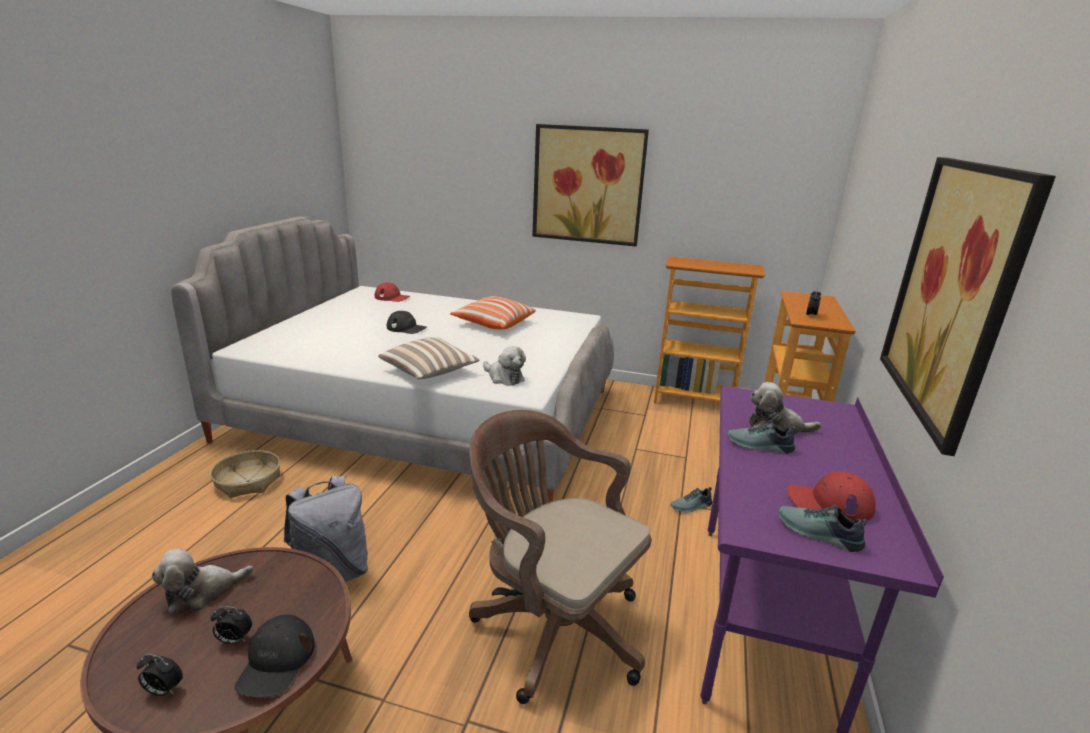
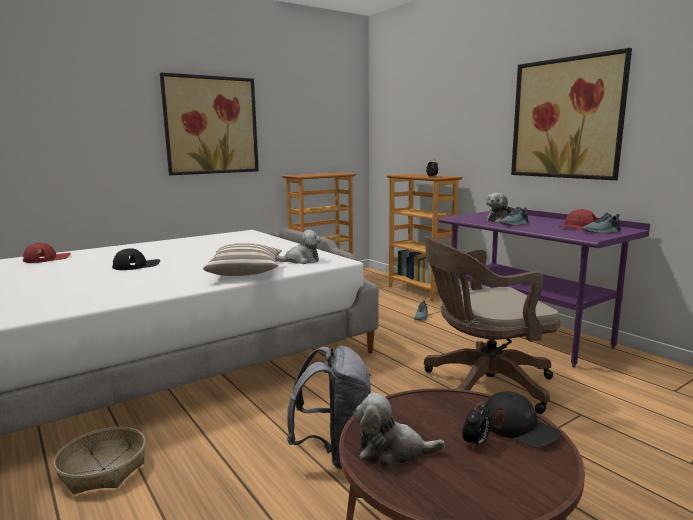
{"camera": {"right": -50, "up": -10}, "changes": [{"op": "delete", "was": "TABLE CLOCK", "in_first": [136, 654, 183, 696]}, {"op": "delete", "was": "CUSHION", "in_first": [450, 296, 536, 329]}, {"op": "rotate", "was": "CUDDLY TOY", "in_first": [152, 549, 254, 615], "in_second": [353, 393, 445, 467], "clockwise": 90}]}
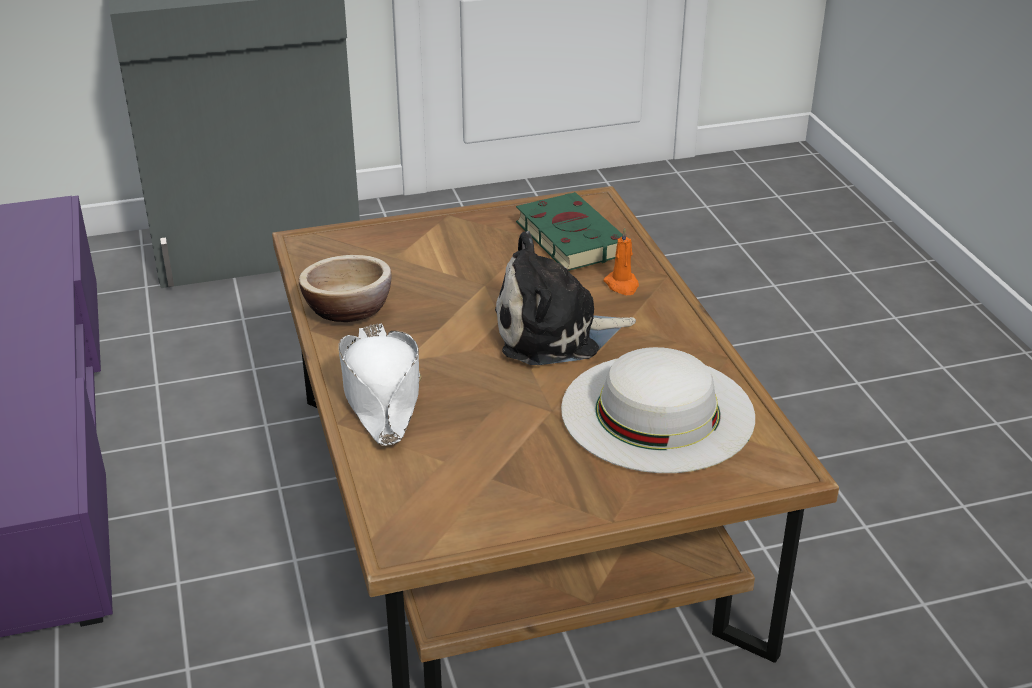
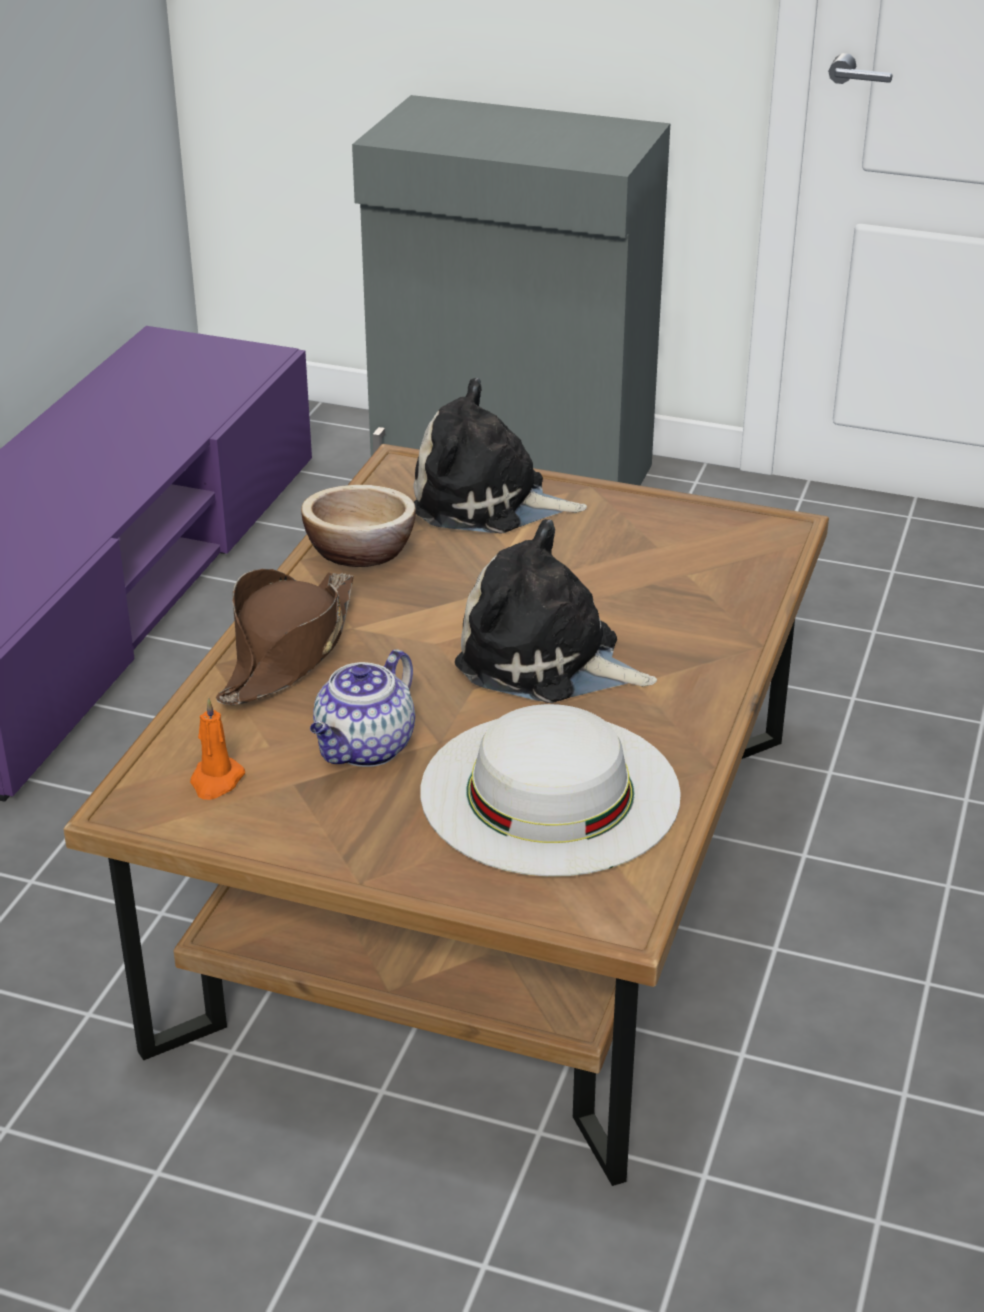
{"camera": {"right": 35, "up": 0}, "changes": [{"op": "delete", "was": "GREEN-COLOURED BOUND BOOK", "in_first": [516, 192, 622, 271]}, {"op": "insert", "now": "POT FOR TEA", "in_second": [310, 649, 415, 767]}, {"op": "insert", "now": "CUDDLY TOY", "in_second": [413, 378, 587, 534]}, {"op": "move", "was": "ORANGE-COLOURED WAX LIGHT", "in_first": [603, 227, 639, 295], "in_second": [190, 698, 245, 800]}, {"op": "recolor", "was": "WHITISH HAT", "now": "BROWN-COLOURED HAT", "in_first": [338, 323, 421, 446], "in_second": [216, 569, 353, 705]}]}
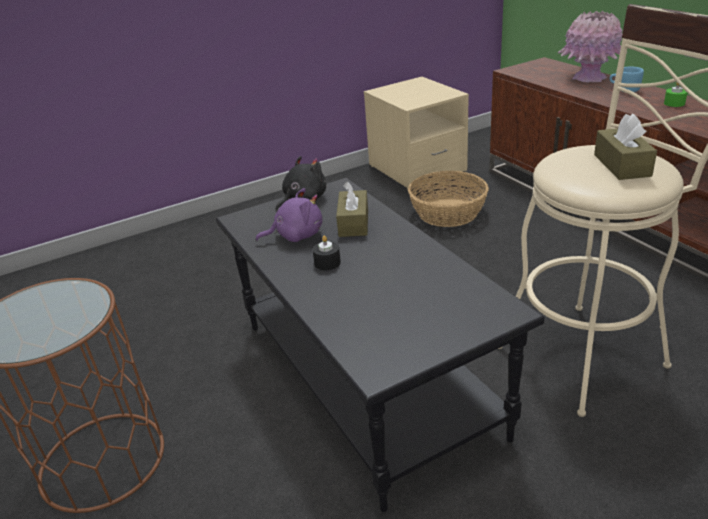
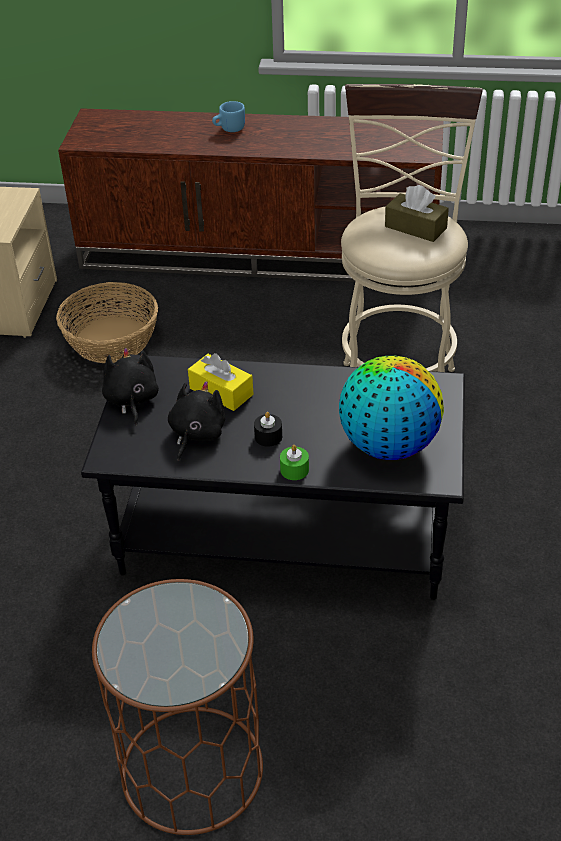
{"camera": {"right": -55, "up": 10}, "changes": [{"op": "delete", "was": "PINKISH FLOWER VASE", "in_first": [558, 10, 623, 83]}, {"op": "insert", "now": "WORLD GLOBE", "in_second": [339, 356, 444, 460]}, {"op": "move", "was": "GREEN-COLOURED WAX LIGHT", "in_first": [664, 83, 687, 107], "in_second": [280, 445, 309, 480]}, {"op": "recolor", "was": "PURPLE-COLOURED CUDDLY TOY", "now": "BLACK CUDDLY TOY", "in_first": [256, 188, 322, 242], "in_second": [168, 381, 226, 461]}, {"op": "recolor", "was": "BROWN-COLOURED TISSUE HOLDER", "now": "YELLOWISH TISSUE HOLDER", "in_first": [336, 182, 368, 237], "in_second": [188, 353, 254, 411]}]}
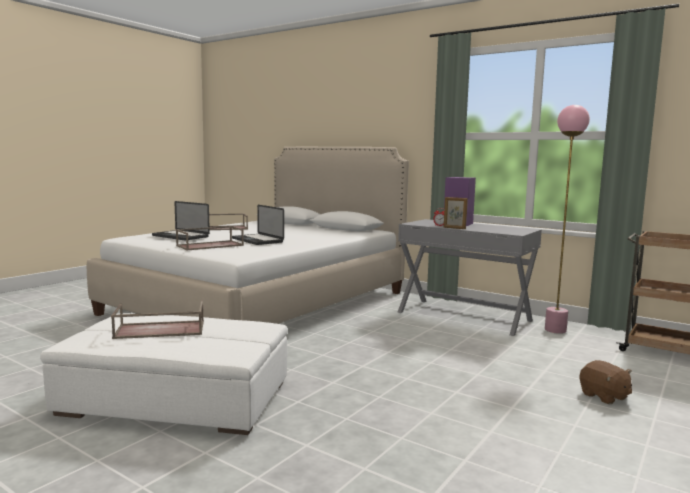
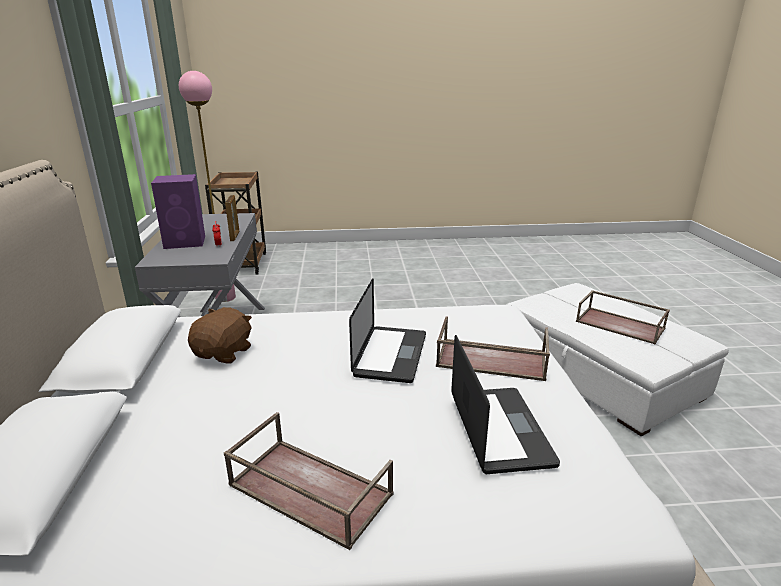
{"camera": {"right": -130, "up": 15}, "changes": [{"op": "move", "was": "BROWN-COLOURED CUDDLY TOY", "in_first": [580, 360, 632, 404], "in_second": [188, 307, 252, 364]}]}
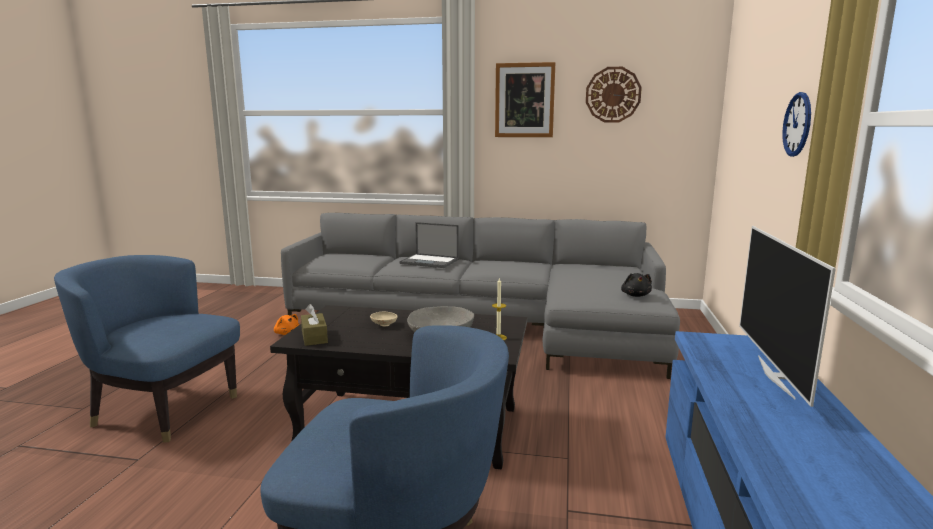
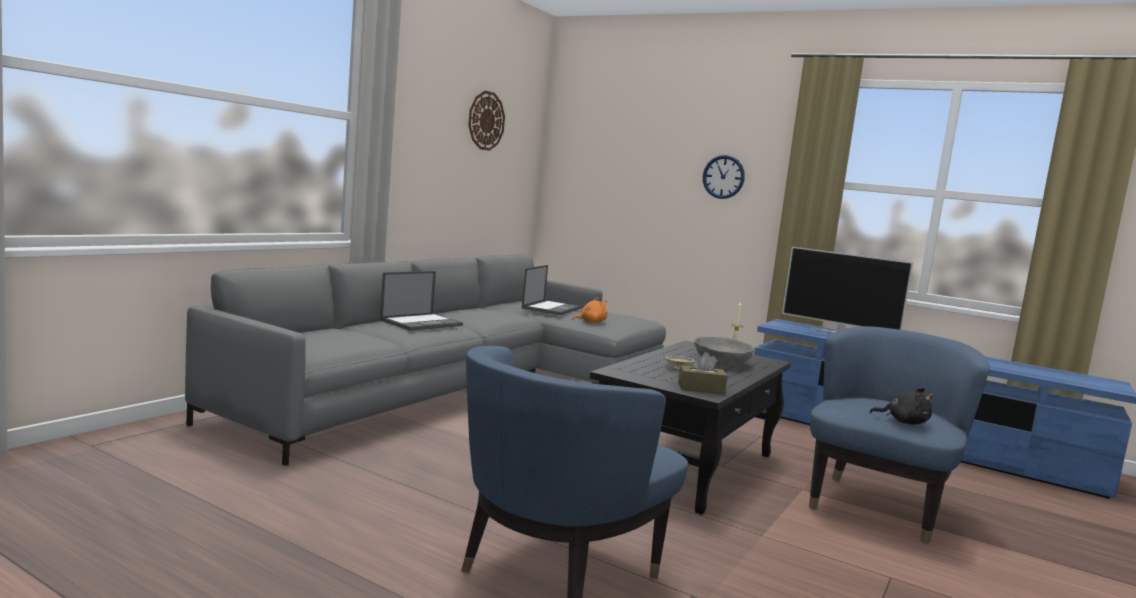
{"camera": {"right": -70, "up": -5}, "changes": [{"op": "delete", "was": "PICTURE", "in_first": [495, 62, 555, 137]}, {"op": "insert", "now": "NOTEBOOK COMPUTER", "in_second": [522, 265, 581, 315]}, {"op": "move", "was": "ORANGE-COLOURED CUDDLY TOY", "in_first": [274, 314, 299, 335], "in_second": [572, 298, 607, 323]}, {"op": "move", "was": "BLACK CUDDLY TOY", "in_first": [621, 273, 652, 297], "in_second": [869, 388, 934, 425]}]}
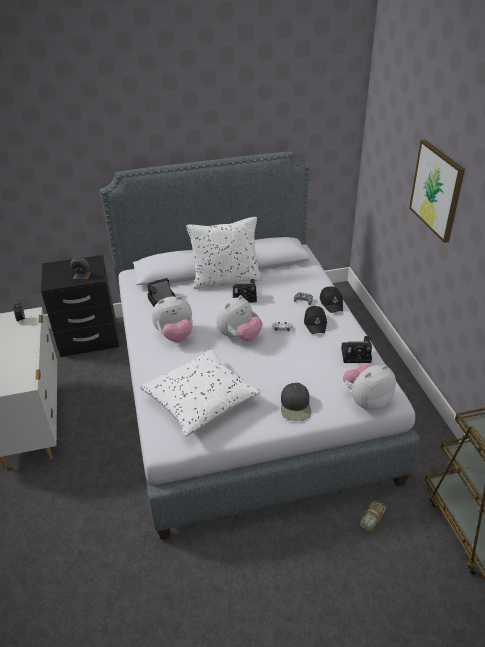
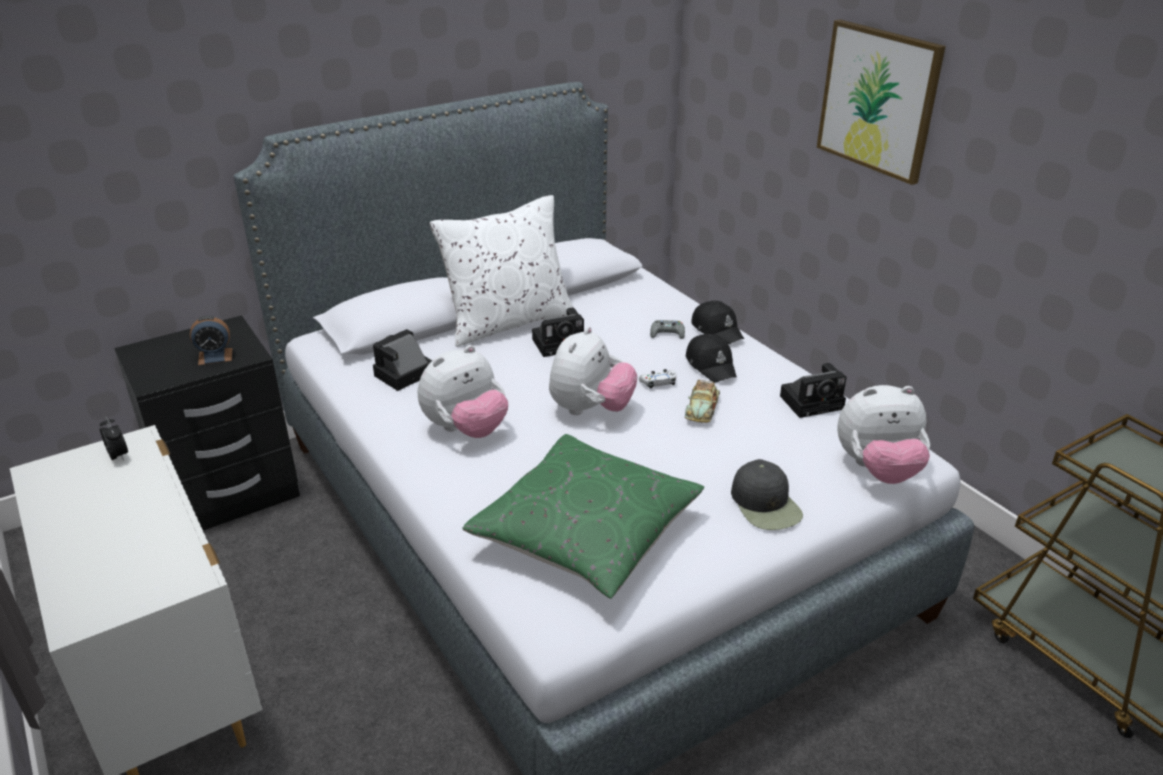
{"camera": {"right": -20, "up": -5}, "changes": [{"op": "move", "was": "MINIATURE CAR", "in_first": [360, 501, 387, 531], "in_second": [685, 380, 720, 422]}, {"op": "recolor", "was": "WHITISH CUSHION", "now": "GREEN-COLOURED CUSHION", "in_first": [140, 349, 261, 436], "in_second": [462, 434, 704, 599]}, {"op": "rotate", "was": "CUDDLY TOY", "in_first": [343, 363, 396, 410], "in_second": [837, 385, 930, 484], "clockwise": -135}]}
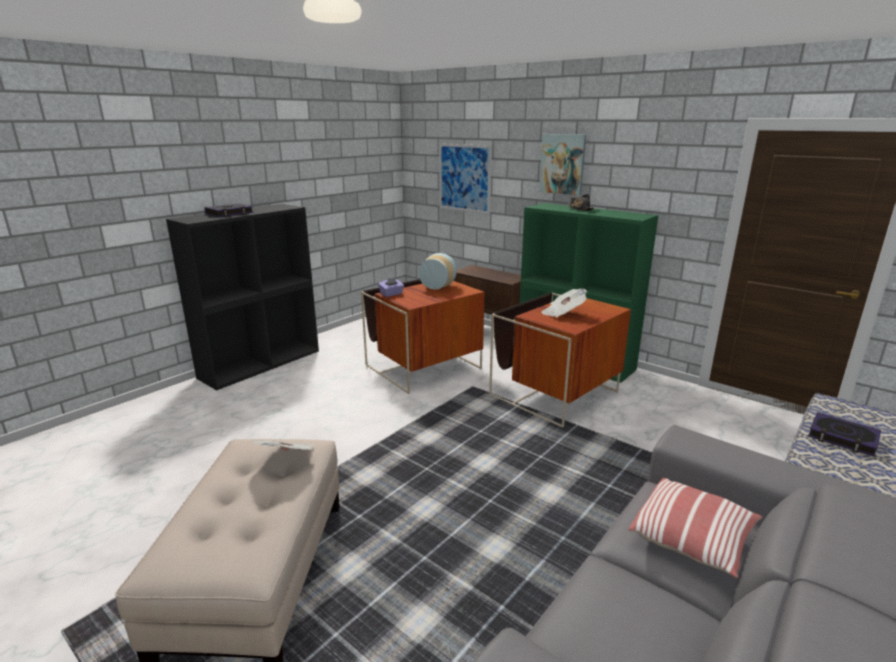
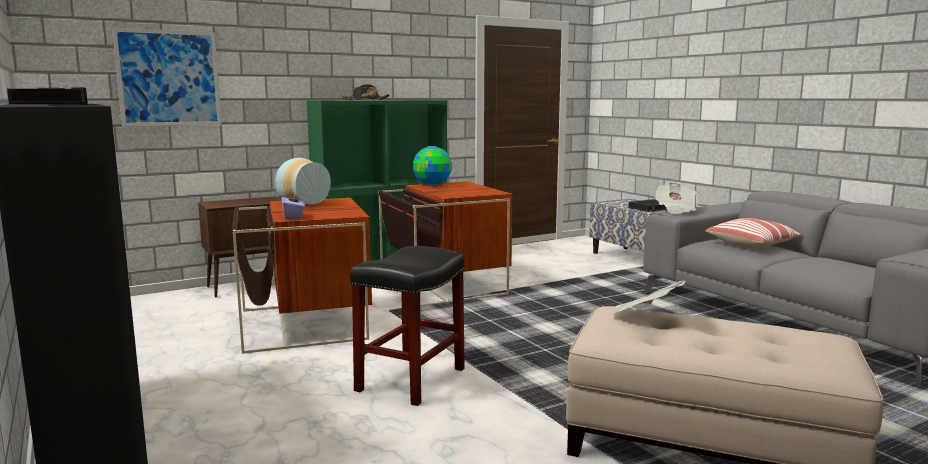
{"camera": {"right": -70, "up": -10}, "changes": [{"op": "delete", "was": "PICTURE", "in_first": [539, 134, 586, 196]}, {"op": "insert", "now": "BLACK STOOL SEAT", "in_second": [350, 246, 465, 406]}, {"op": "insert", "now": "WORLD GLOBE", "in_second": [413, 146, 452, 186]}, {"op": "move", "was": "DAILY PAPER", "in_first": [541, 289, 587, 318], "in_second": [654, 182, 698, 214]}]}
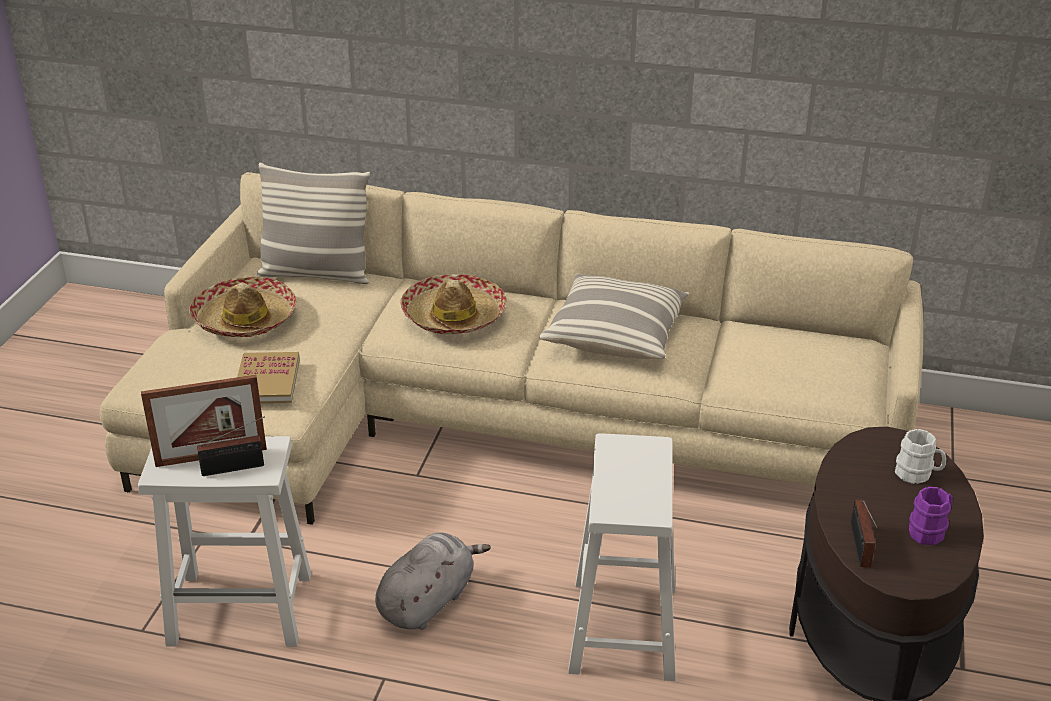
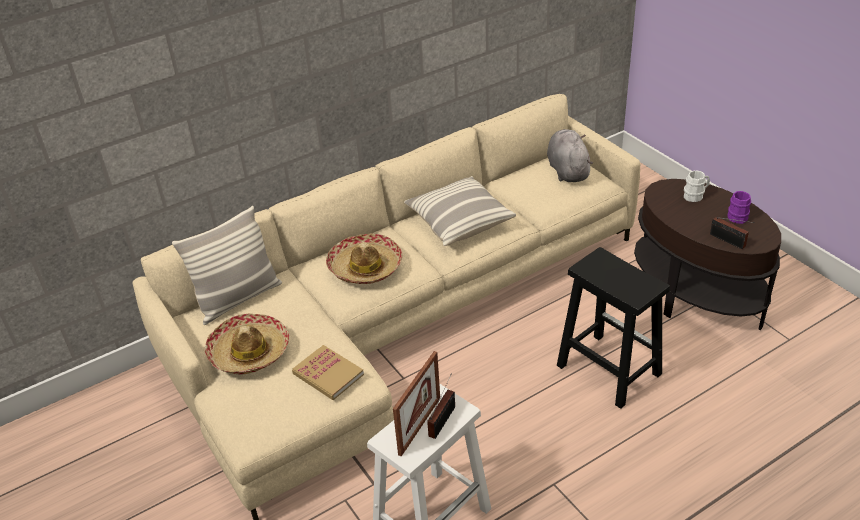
{"camera": {"right": -45, "up": 5}, "changes": [{"op": "move", "was": "GRAY CUDDLY TOY", "in_first": [375, 532, 491, 630], "in_second": [547, 129, 593, 182]}, {"op": "recolor", "was": "WHITISH STOOL SEAT", "now": "BLACK STOOL SEAT", "in_first": [568, 433, 676, 681], "in_second": [557, 247, 670, 409]}]}
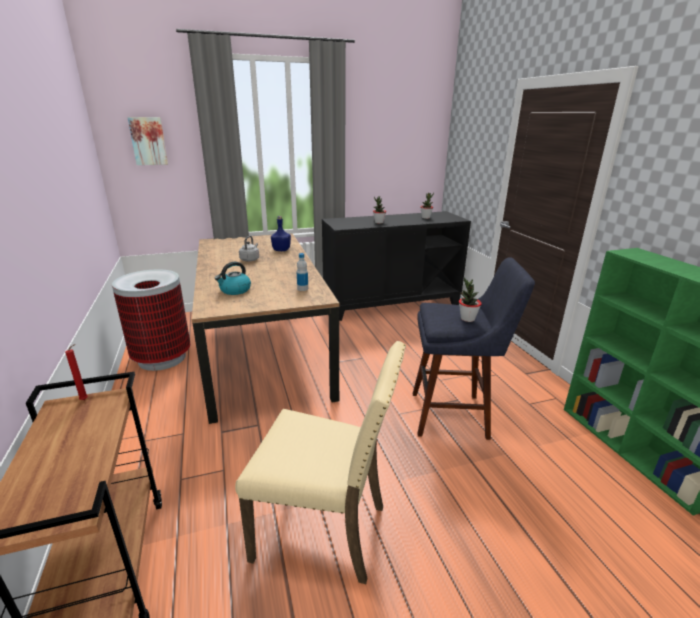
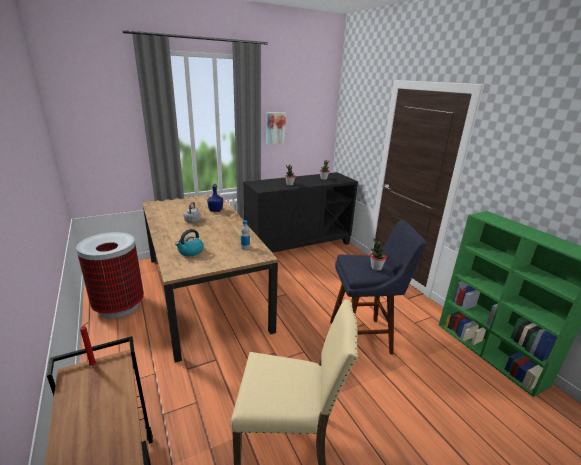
{"camera": {"right": -10, "up": 0}, "changes": [{"op": "move", "was": "PICTURE", "in_first": [128, 117, 168, 165], "in_second": [266, 112, 286, 144]}]}
